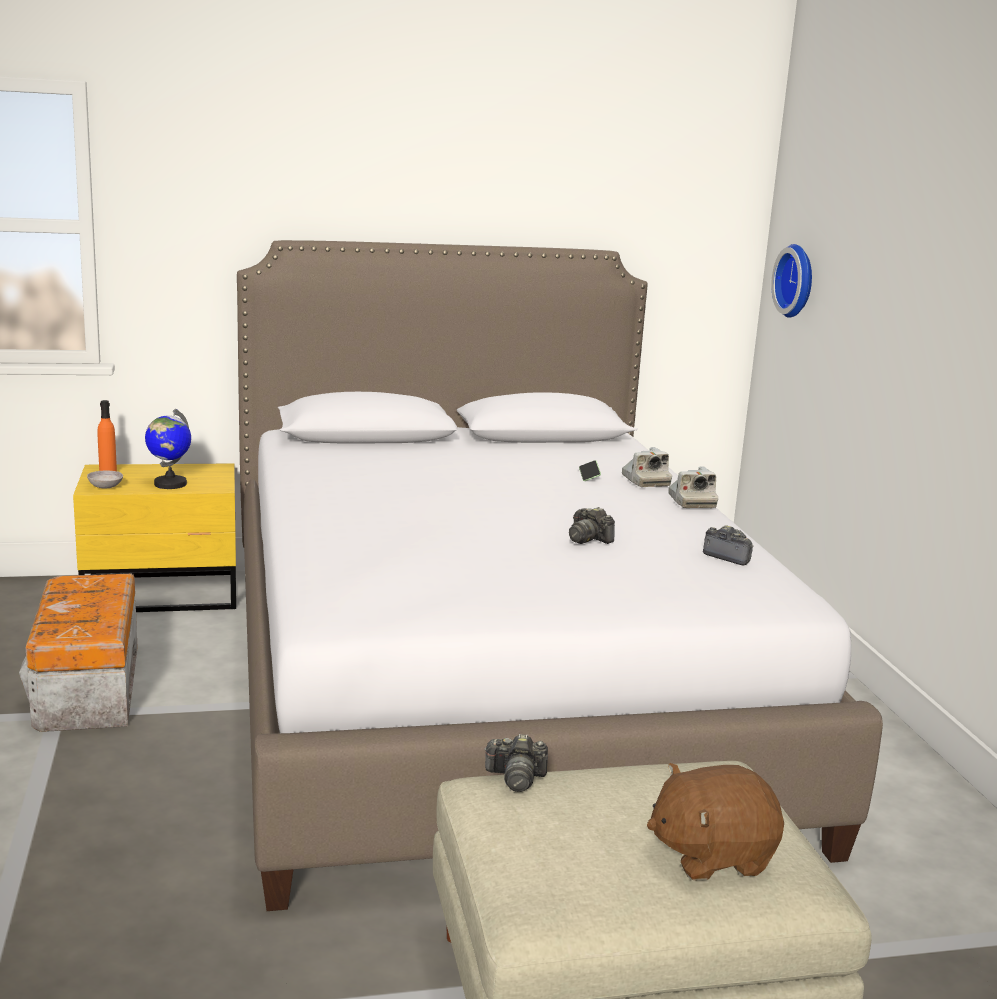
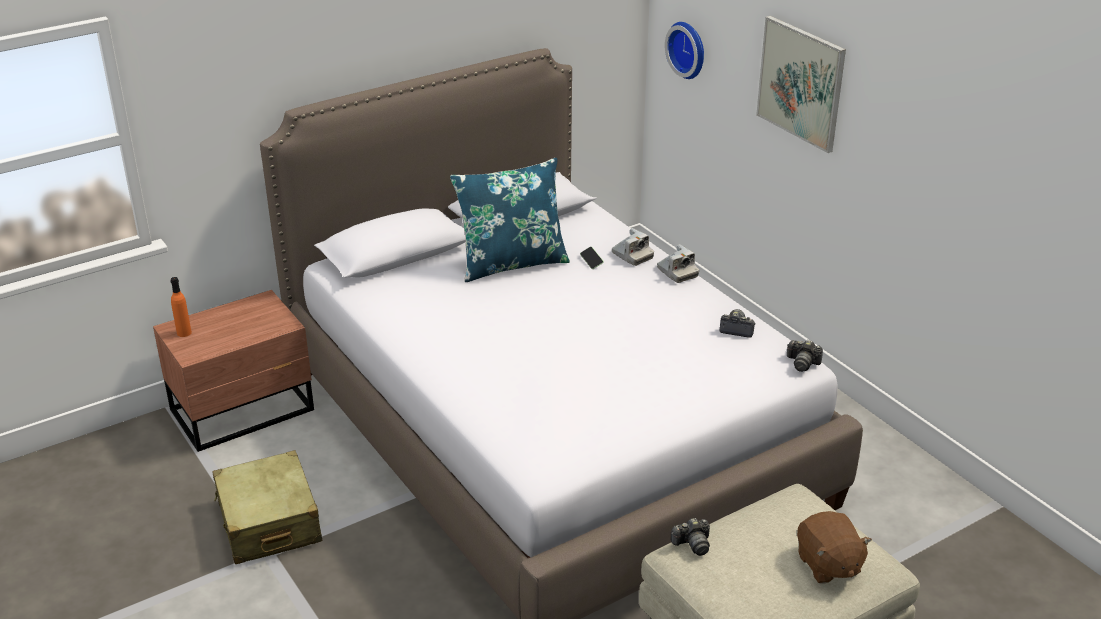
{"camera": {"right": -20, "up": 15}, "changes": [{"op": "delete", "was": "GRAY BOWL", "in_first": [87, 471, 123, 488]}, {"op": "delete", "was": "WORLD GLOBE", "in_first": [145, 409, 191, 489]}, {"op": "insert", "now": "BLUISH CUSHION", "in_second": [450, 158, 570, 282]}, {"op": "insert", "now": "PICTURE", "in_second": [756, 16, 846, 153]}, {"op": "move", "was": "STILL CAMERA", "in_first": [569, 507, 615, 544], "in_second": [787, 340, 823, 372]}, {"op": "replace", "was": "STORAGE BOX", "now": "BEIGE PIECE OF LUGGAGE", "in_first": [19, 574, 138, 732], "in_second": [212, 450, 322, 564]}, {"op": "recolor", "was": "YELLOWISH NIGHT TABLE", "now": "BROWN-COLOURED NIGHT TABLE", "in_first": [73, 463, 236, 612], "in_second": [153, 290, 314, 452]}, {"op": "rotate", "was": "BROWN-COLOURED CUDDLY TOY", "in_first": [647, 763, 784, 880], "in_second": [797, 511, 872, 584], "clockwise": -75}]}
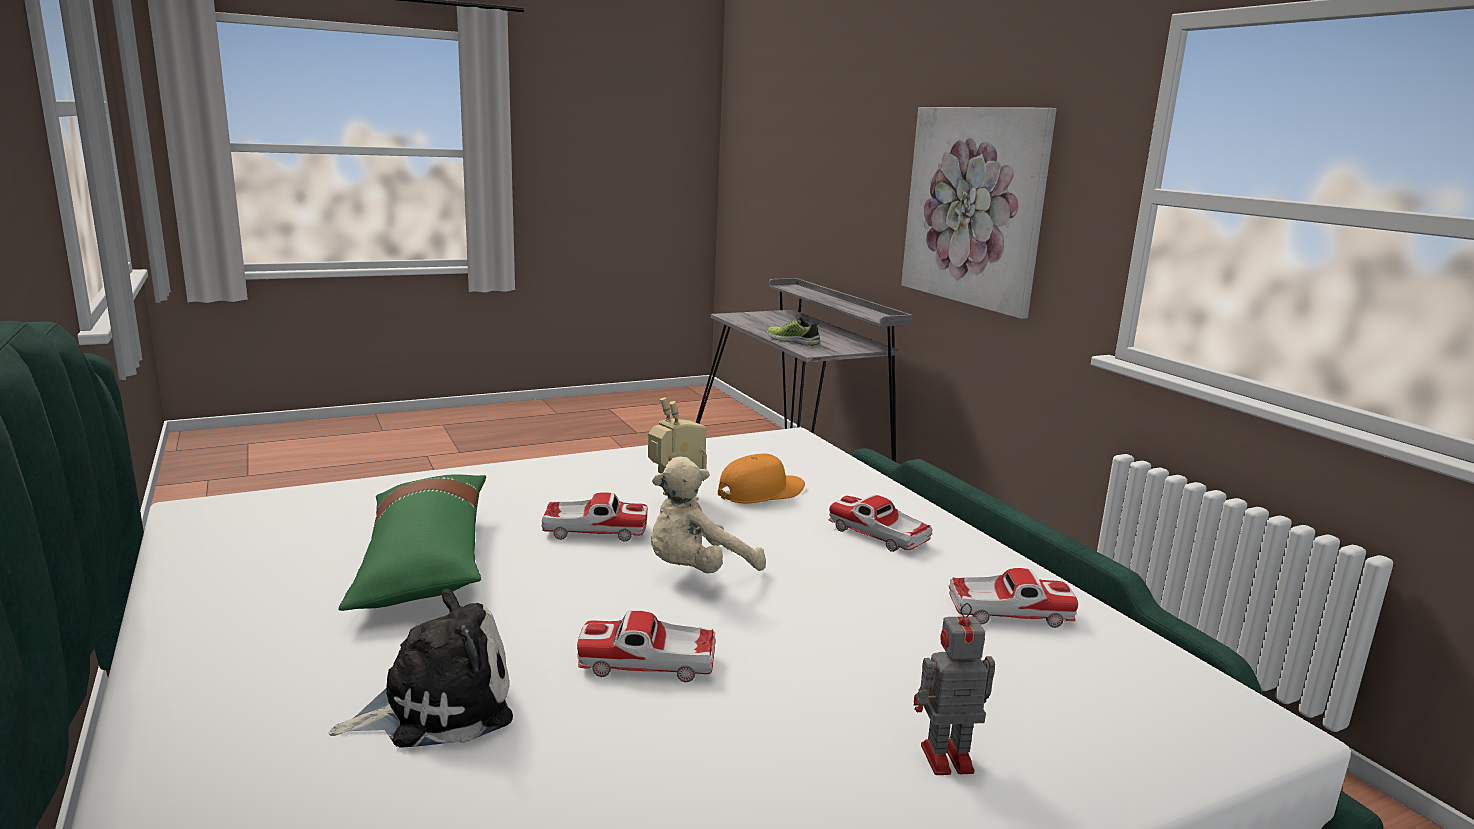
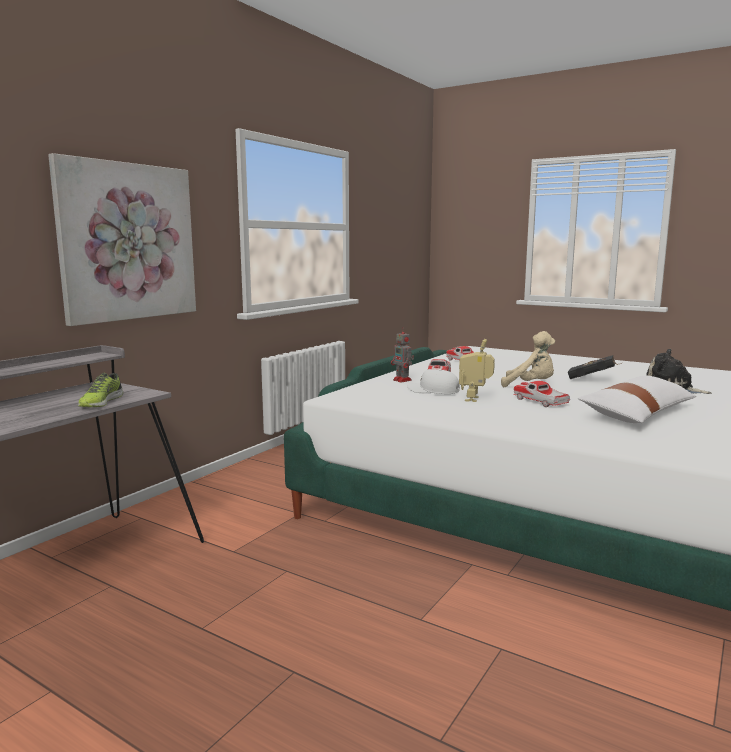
{"camera": {"right": -120, "up": -5}, "changes": [{"op": "move", "was": "MODEL ROBOT", "in_first": [914, 603, 995, 775], "in_second": [391, 327, 414, 382]}, {"op": "replace", "was": "MINIATURE CAR", "now": "BLACK BOUND BOOK", "in_first": [577, 611, 716, 682], "in_second": [568, 355, 621, 379]}, {"op": "recolor", "was": "GREEN-COLOURED CUSHION", "now": "WHITISH CUSHION", "in_first": [338, 474, 486, 611], "in_second": [578, 376, 696, 423]}, {"op": "recolor", "was": "ORANGE-COLOURED PEAKED CAP", "now": "WHITISH PEAKED CAP", "in_first": [718, 454, 805, 503], "in_second": [407, 369, 460, 394]}]}
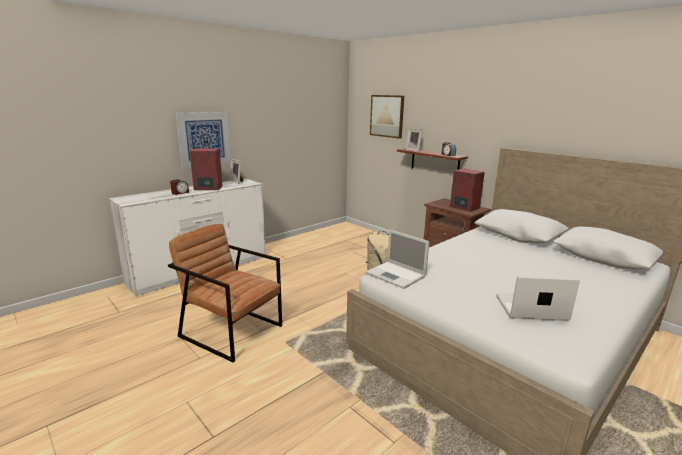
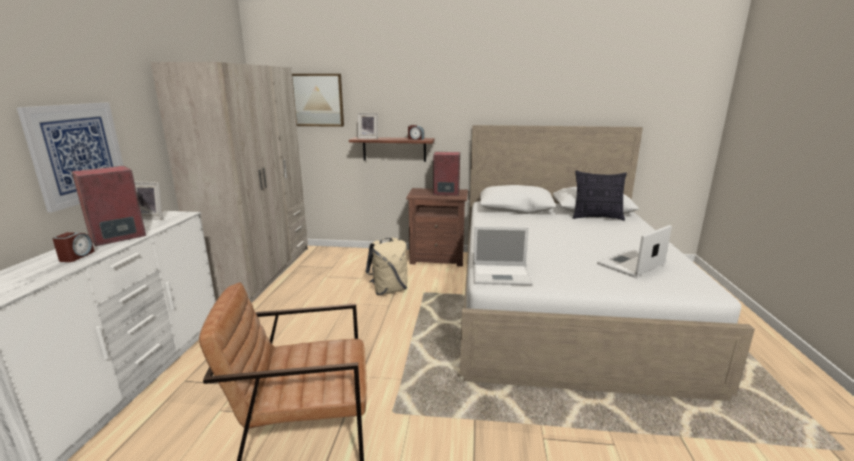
{"camera": {"right": -40, "up": 0}, "changes": [{"op": "insert", "now": "BEIGE WARDROBE", "in_second": [151, 62, 308, 303]}, {"op": "insert", "now": "CUSHION", "in_second": [573, 171, 627, 221]}]}
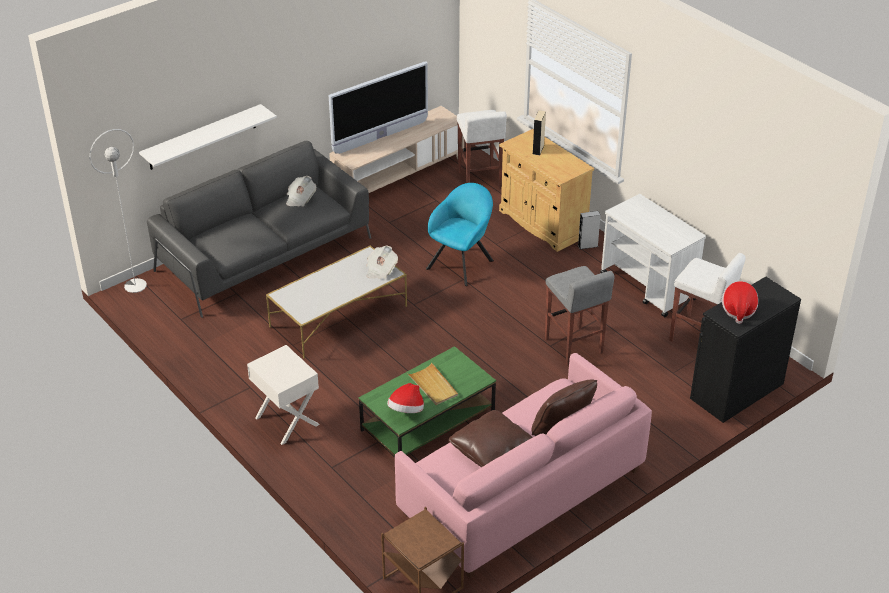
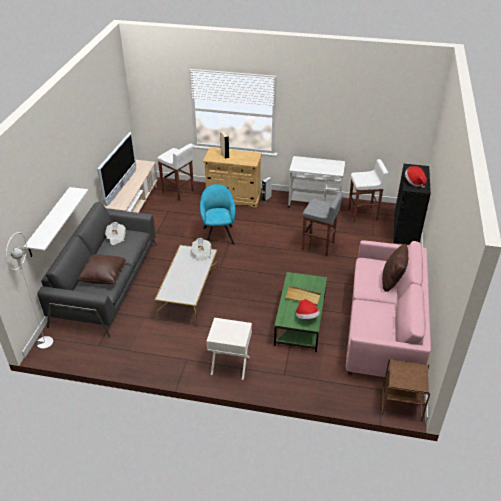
{"camera": {"right": -40, "up": 0}, "changes": [{"op": "move", "was": "BROWN-COLOURED CUSHION", "in_first": [449, 410, 533, 467], "in_second": [78, 254, 126, 284]}]}
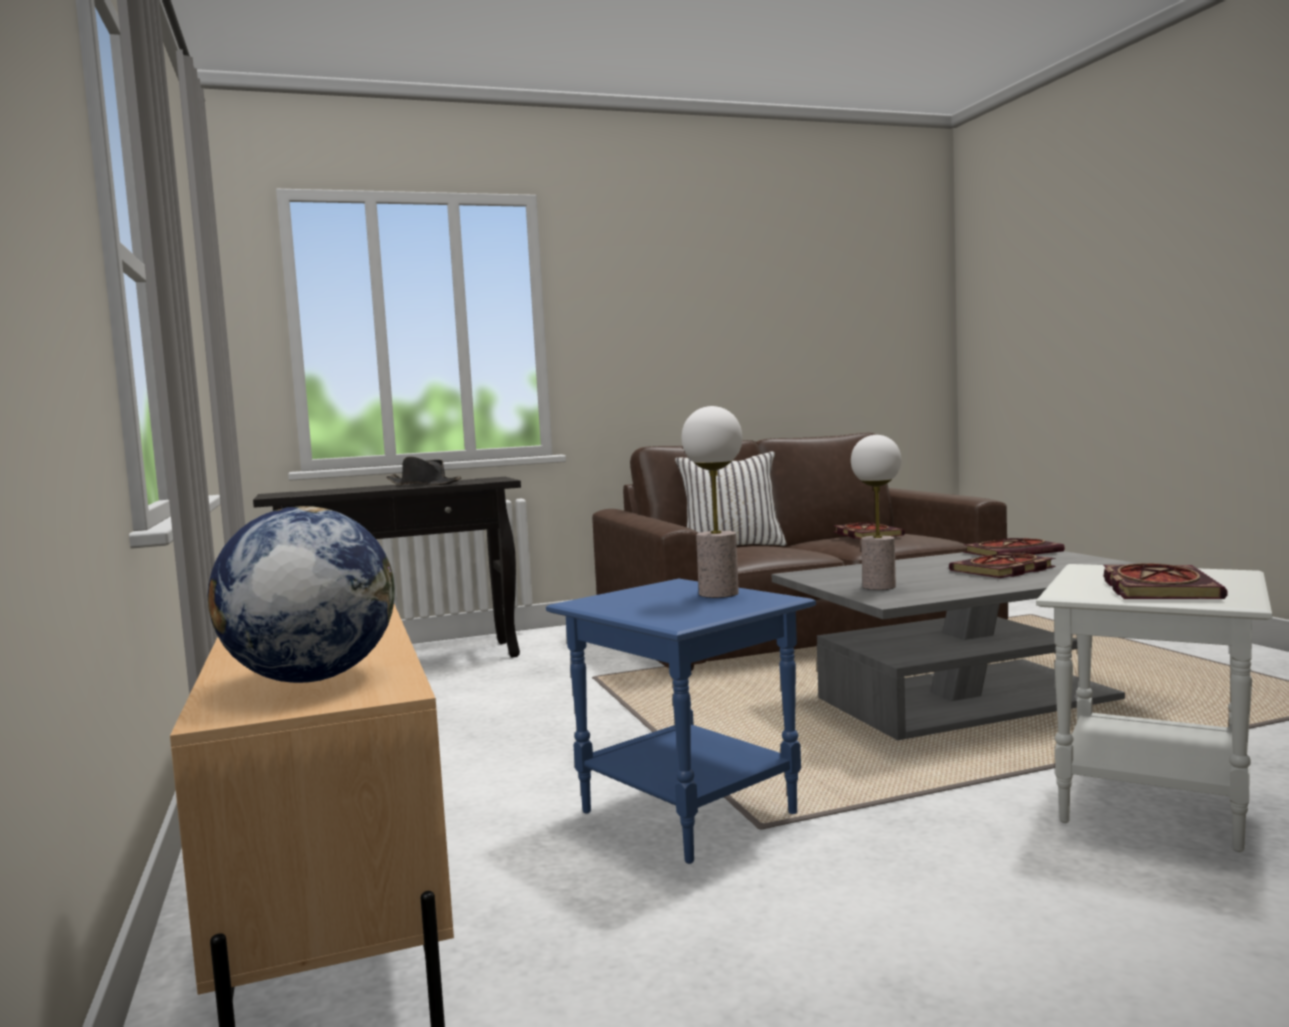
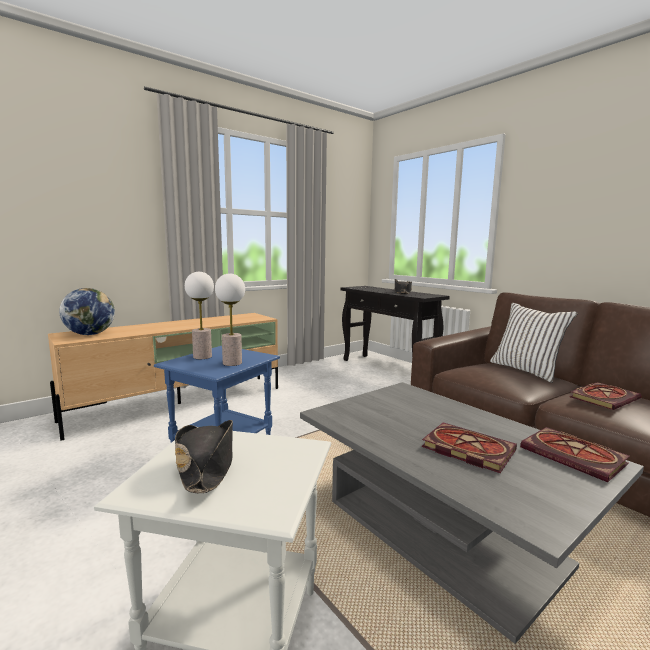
{"camera": {"right": 70, "up": 5}, "changes": [{"op": "move", "was": "TABLETOP LAMP", "in_first": [851, 435, 901, 590], "in_second": [185, 272, 214, 359]}, {"op": "replace", "was": "BOUND BOOK", "now": "BLACK HAT", "in_first": [1103, 563, 1227, 599], "in_second": [175, 420, 233, 493]}]}
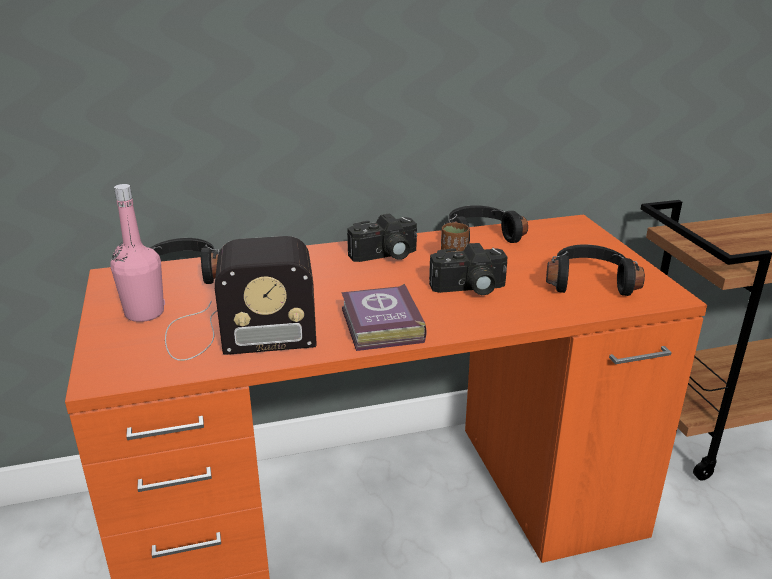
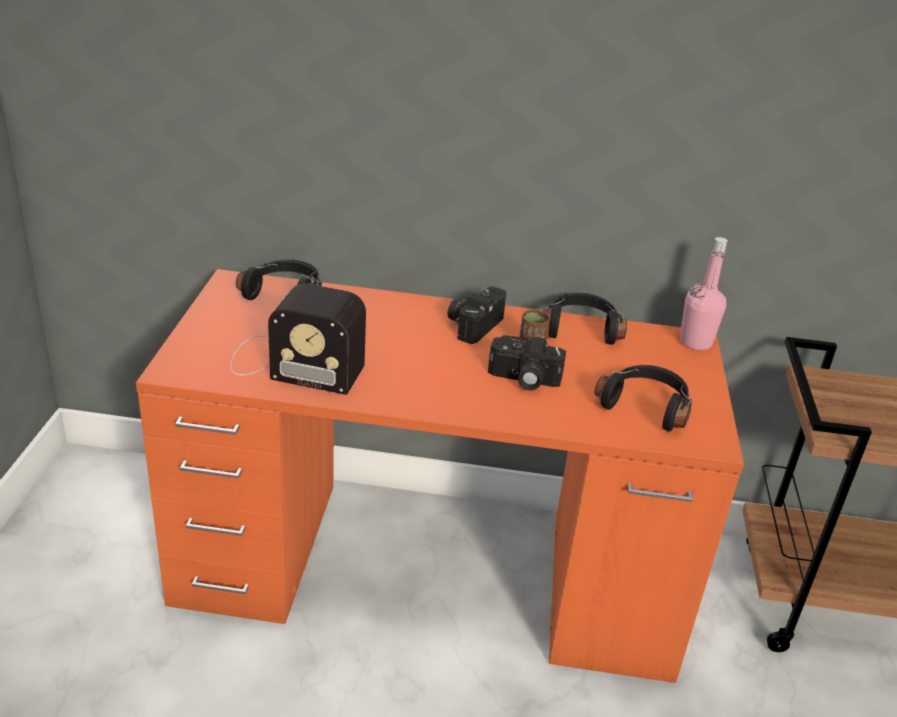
{"camera": {"right": 20, "up": 5}, "changes": [{"op": "delete", "was": "BOUND BOOK", "in_first": [341, 284, 427, 351]}, {"op": "move", "was": "PINKISH BEVERAGE BOTTLE", "in_first": [110, 184, 165, 322], "in_second": [680, 237, 728, 350]}, {"op": "rotate", "was": "STILL CAMERA", "in_first": [347, 214, 417, 262], "in_second": [447, 286, 506, 344], "clockwise": 120}]}
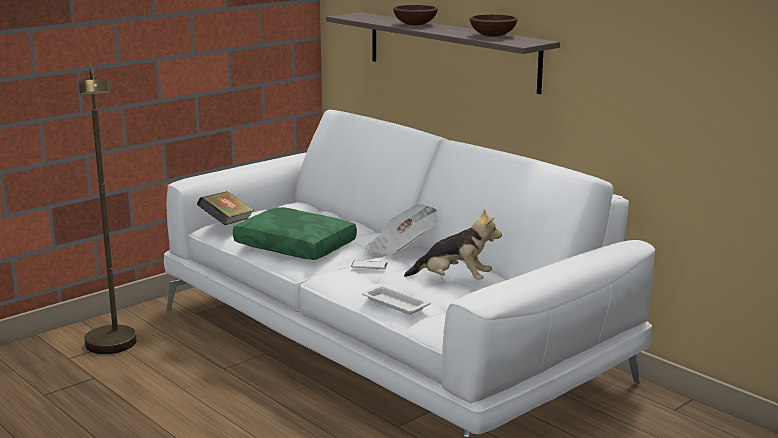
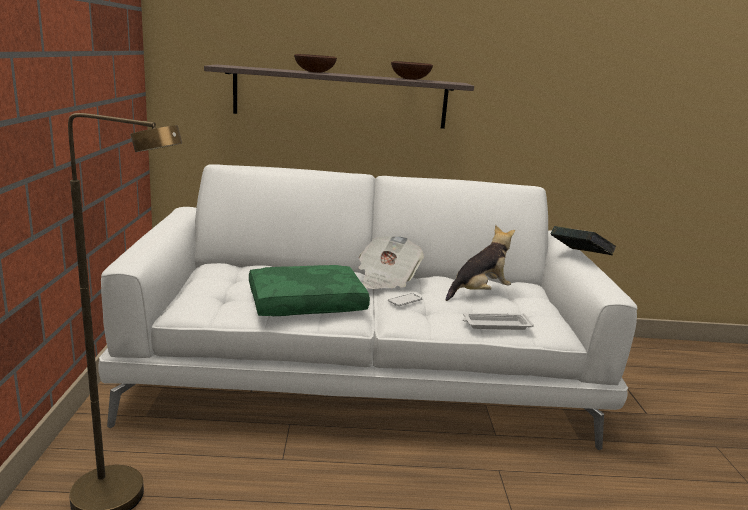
{"camera": {"right": -50, "up": 0}, "changes": [{"op": "move", "was": "BOUND BOOK", "in_first": [197, 191, 254, 225], "in_second": [551, 226, 617, 255]}]}
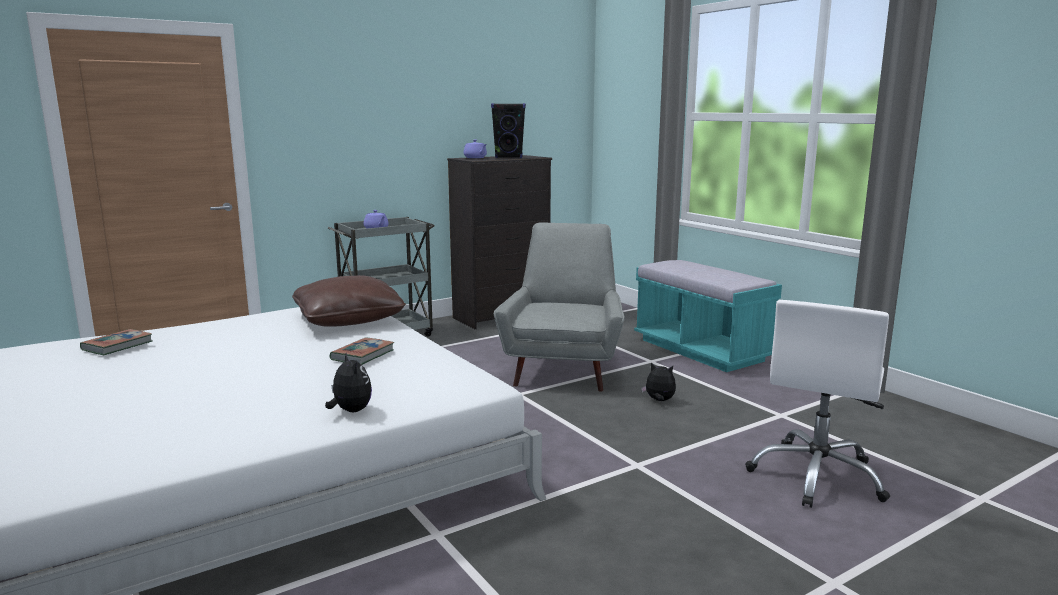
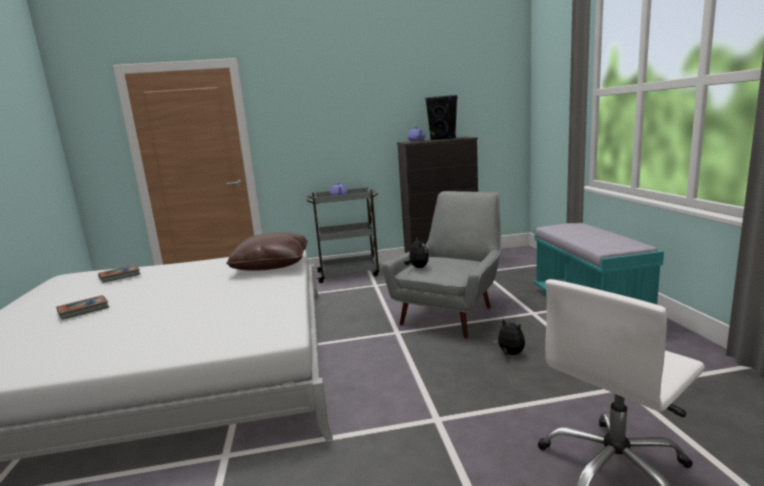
{"camera": {"right": 25, "up": 0}, "changes": [{"op": "move", "was": "CUDDLY TOY", "in_first": [325, 352, 372, 412], "in_second": [404, 237, 429, 268]}, {"op": "move", "was": "BOUND BOOK", "in_first": [330, 337, 394, 365], "in_second": [56, 295, 109, 320]}]}
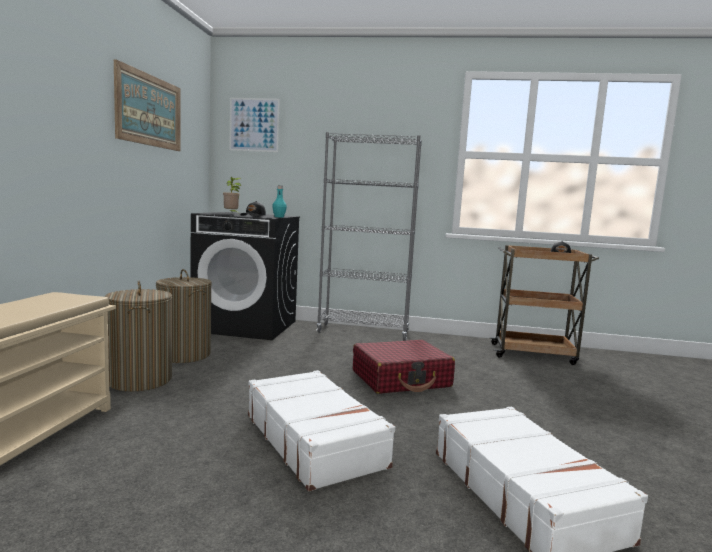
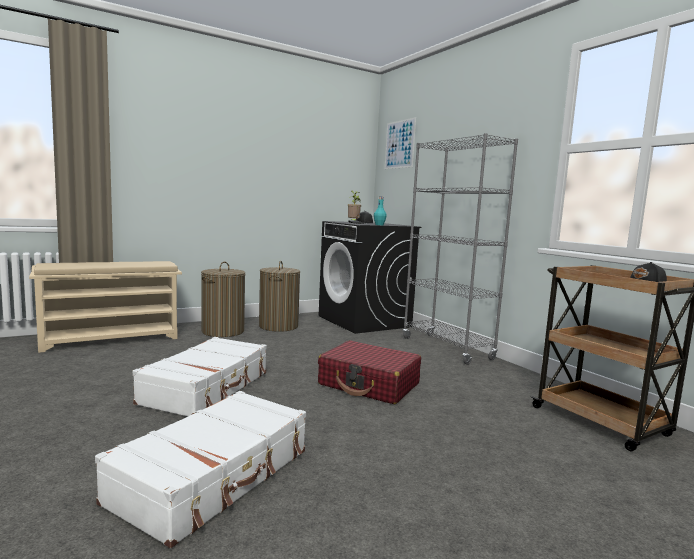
{"camera": {"right": 50, "up": 0}, "changes": [{"op": "delete", "was": "PICTURE", "in_first": [114, 59, 181, 151]}]}
